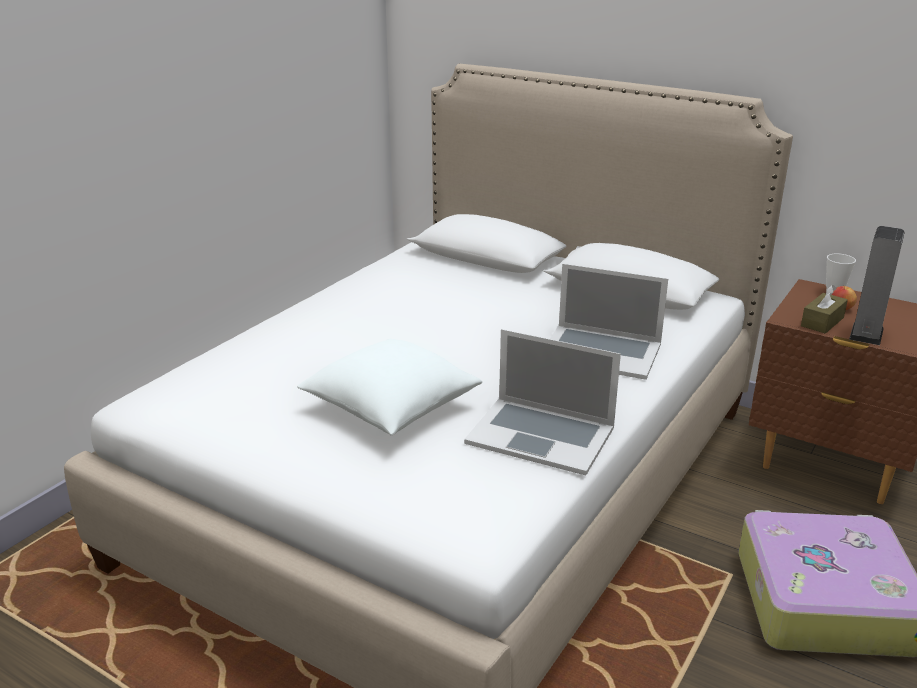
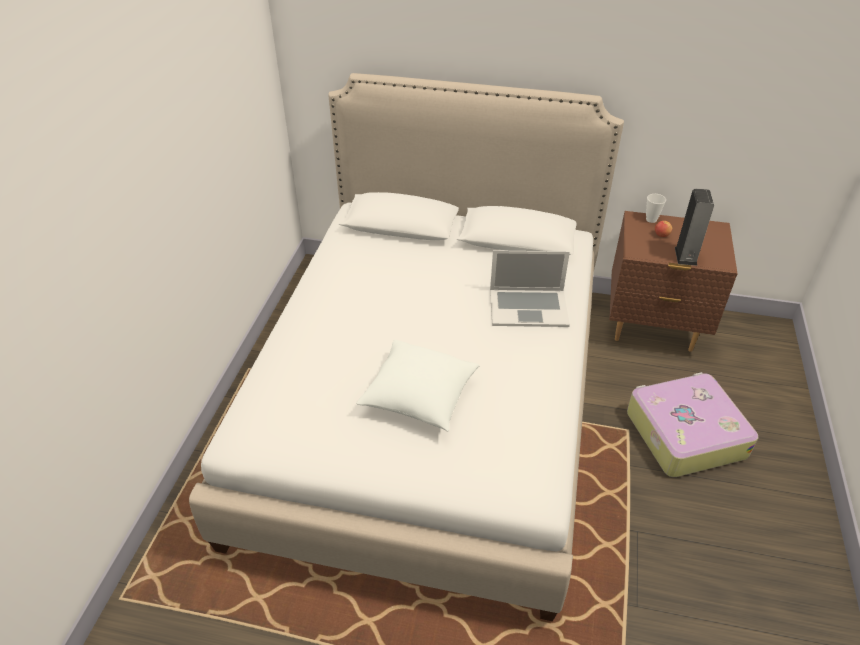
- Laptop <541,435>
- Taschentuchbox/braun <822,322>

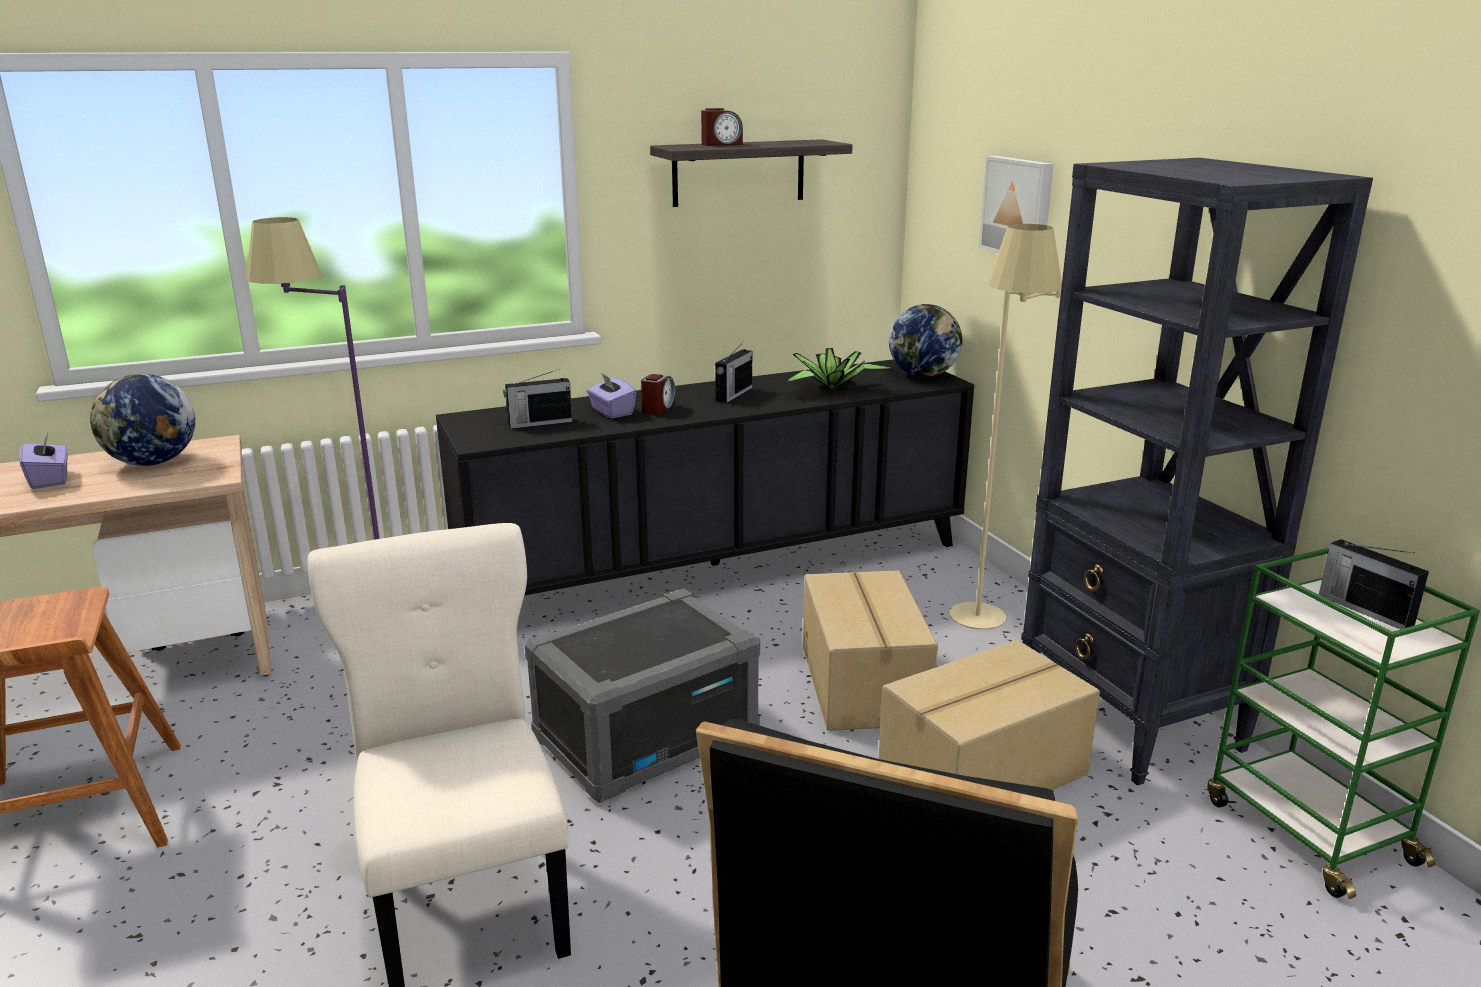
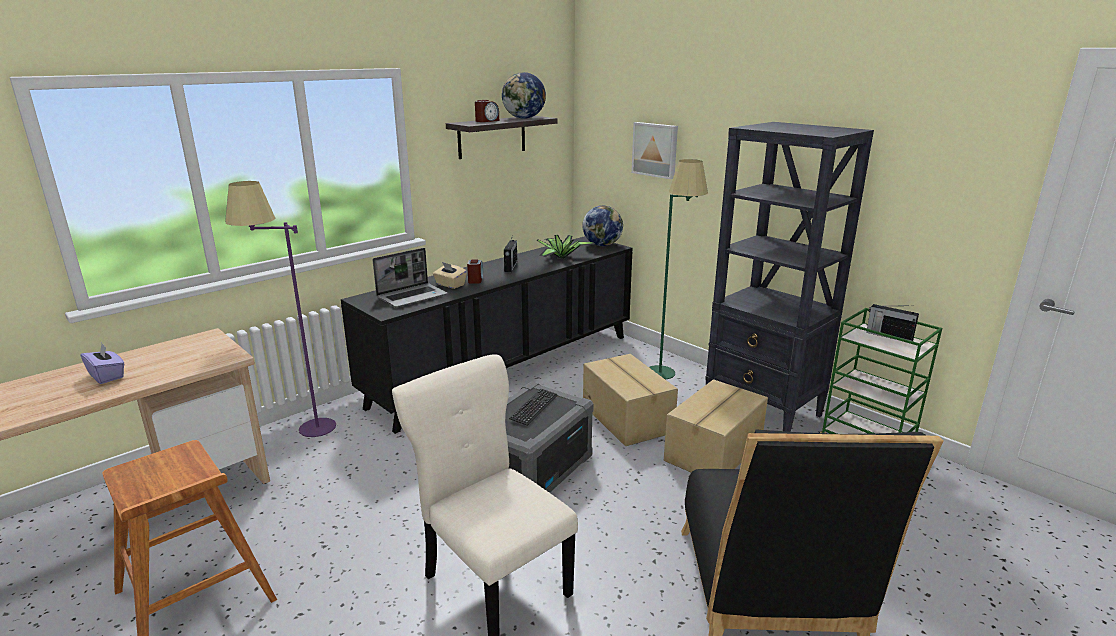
~ Radio <539,423> to Laptop <412,296>
~ Taschentuchbox/lila <611,412> to Taschentuchbox/beige <450,285>
~ Globus <152,463> to <524,118>
+ Tastatur <534,408>
~ Stehlampe/beige <986,628> to Stehlampe/grün <668,378>

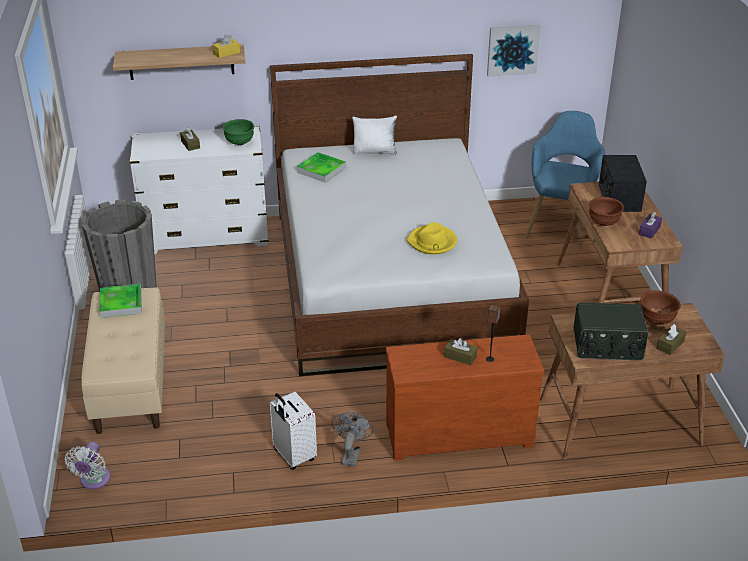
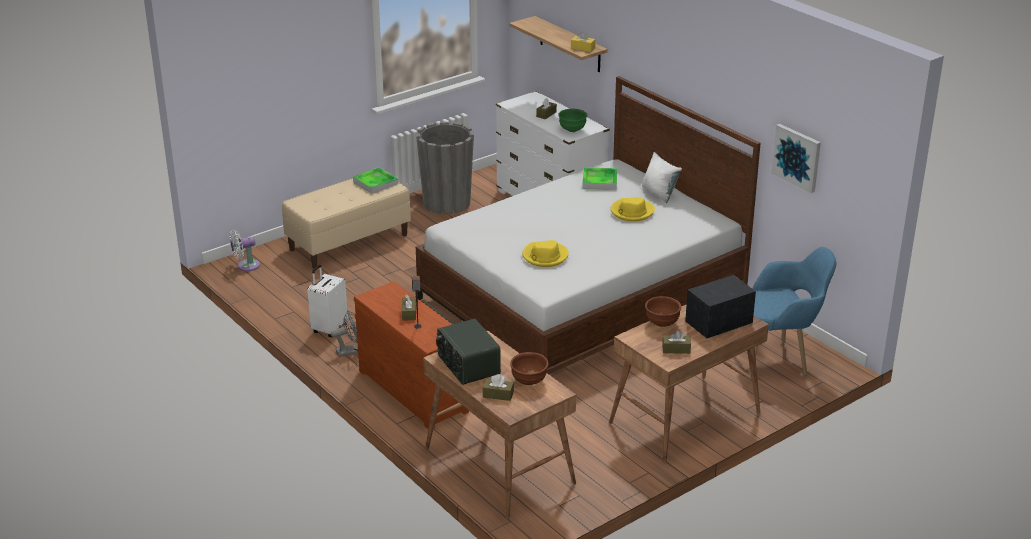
+ Hut/gelb <631,212>
~ Taschentuchbox/lila <649,230> to Taschentuchbox/braun <676,349>

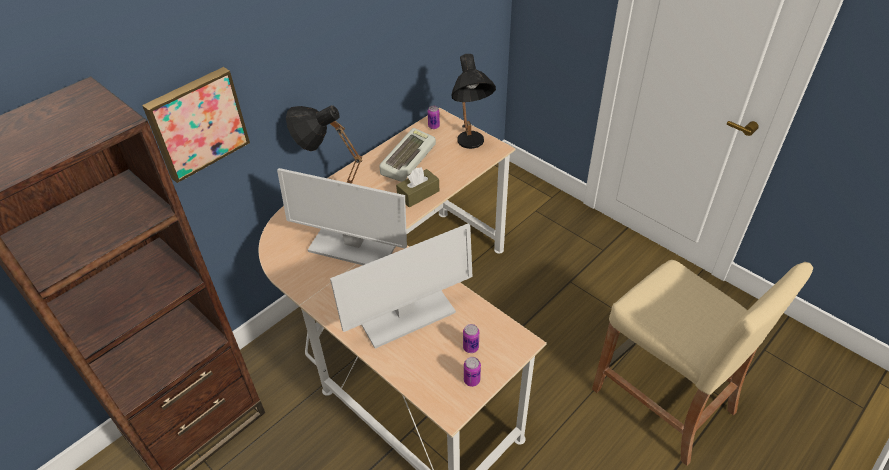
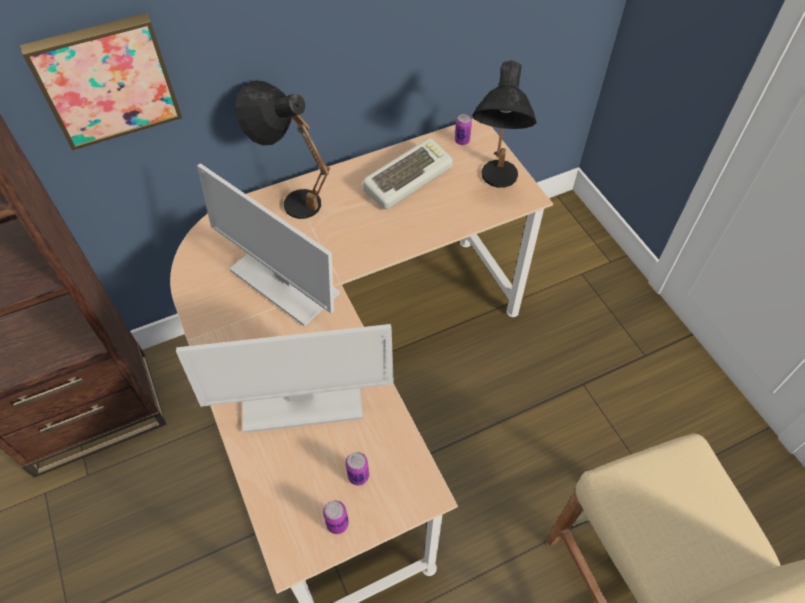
- Taschentuchbox/braun <418,194>

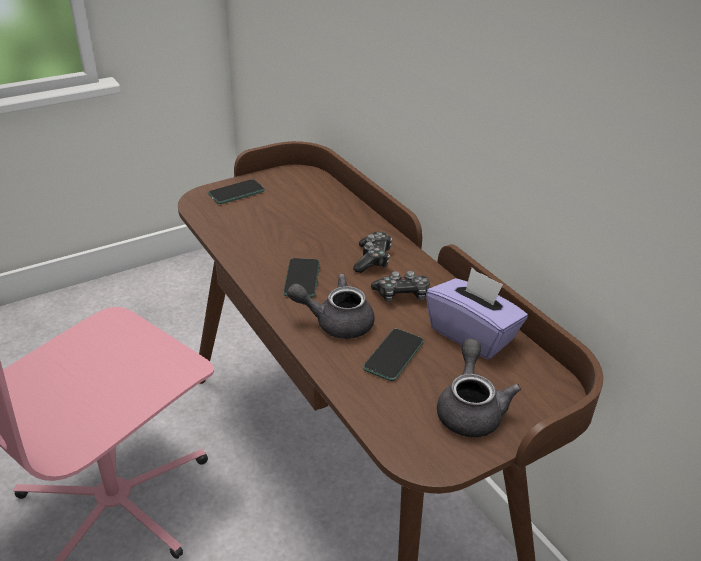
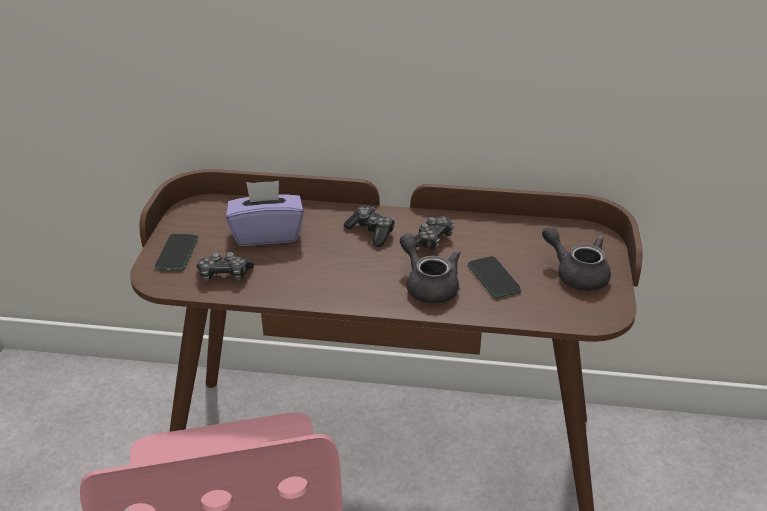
+ Gamepad <224,275>
~ Taschentuchbox/lila <472,334> to <267,234>
~ Teekanne/grau <336,322> = <428,285> 105 degrees clockwise
- Handy <302,279>

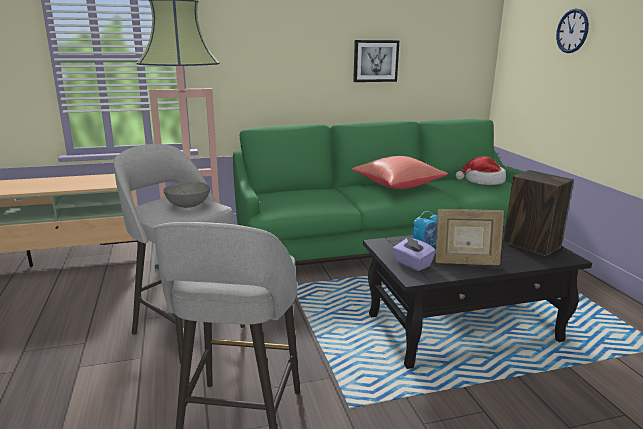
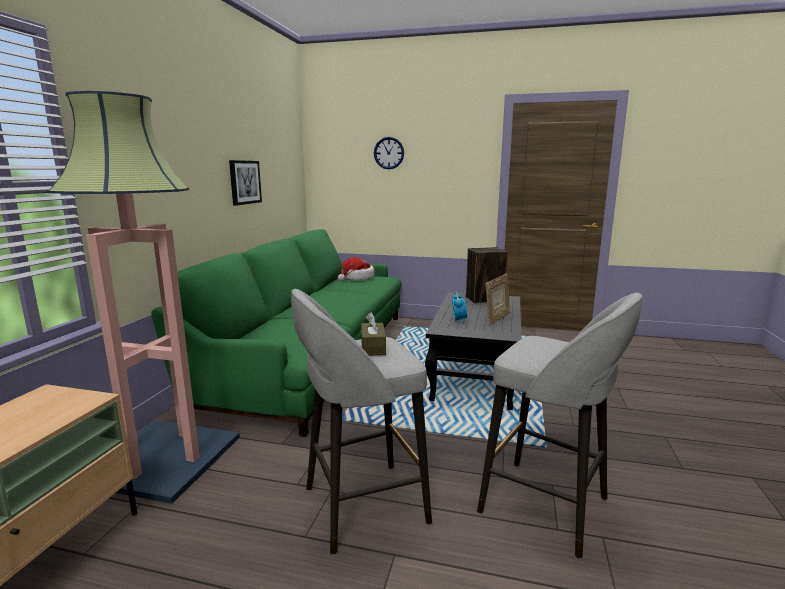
~ Schüssel/grau <188,206> to Taschentuchbox/braun <373,347>
- Kissen/rot <397,185>
- Taschentuchbox/lila <412,264>

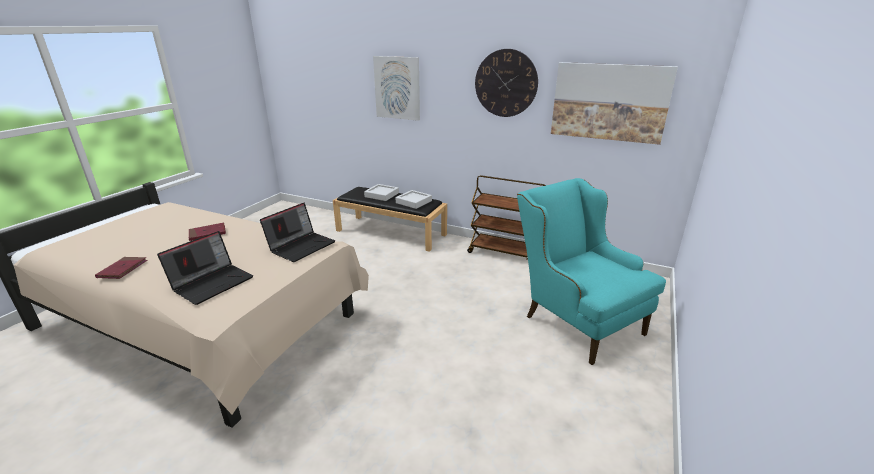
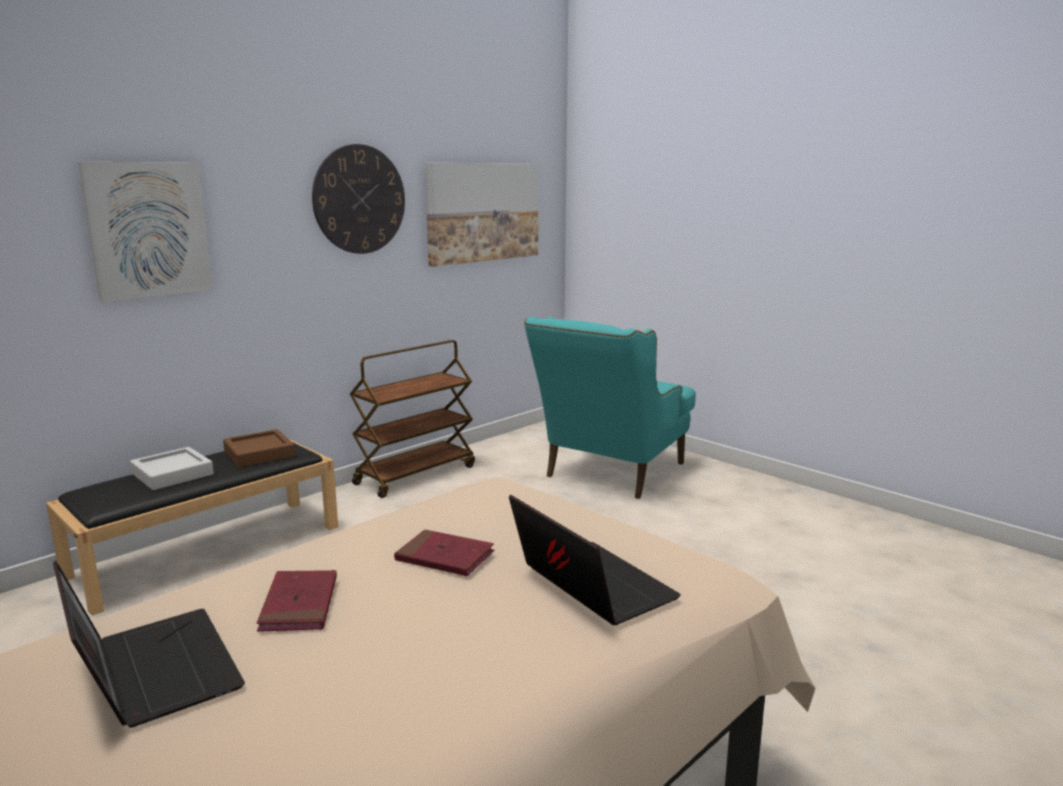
~ Laptop <301,246> to <151,670>
~ Tablett/grau <413,202> to Tablett/braun <259,454>
~ Buch/rot <123,269> to <444,557>
~ Sessel/türkis <575,319> = <609,474> 45 degrees counterclockwise

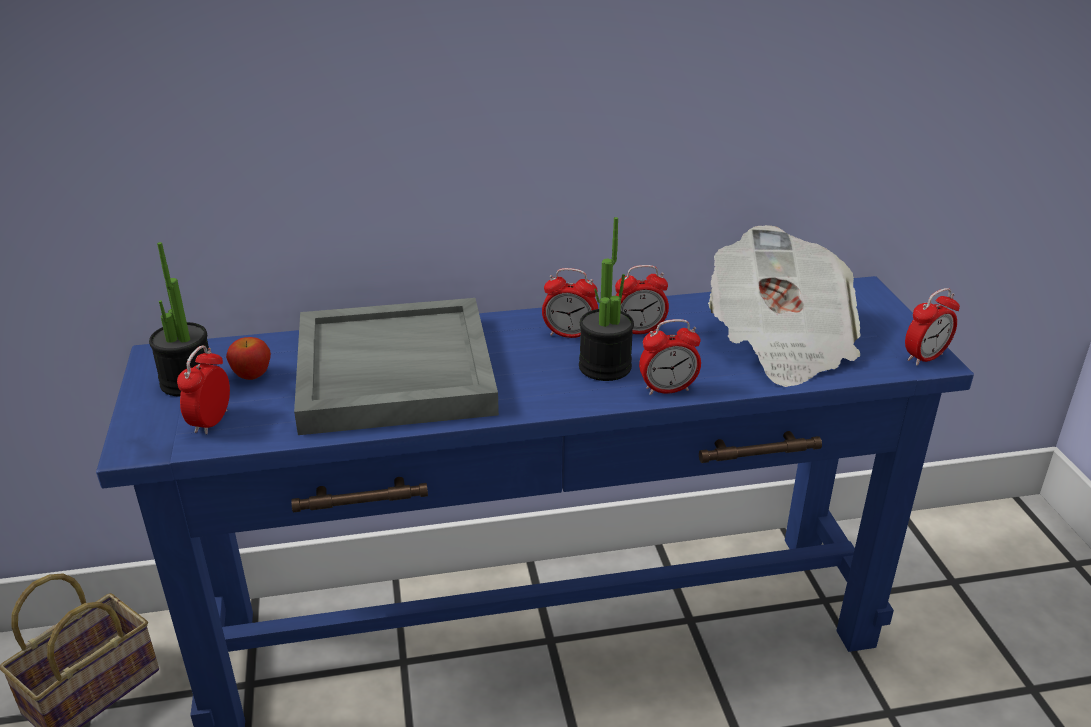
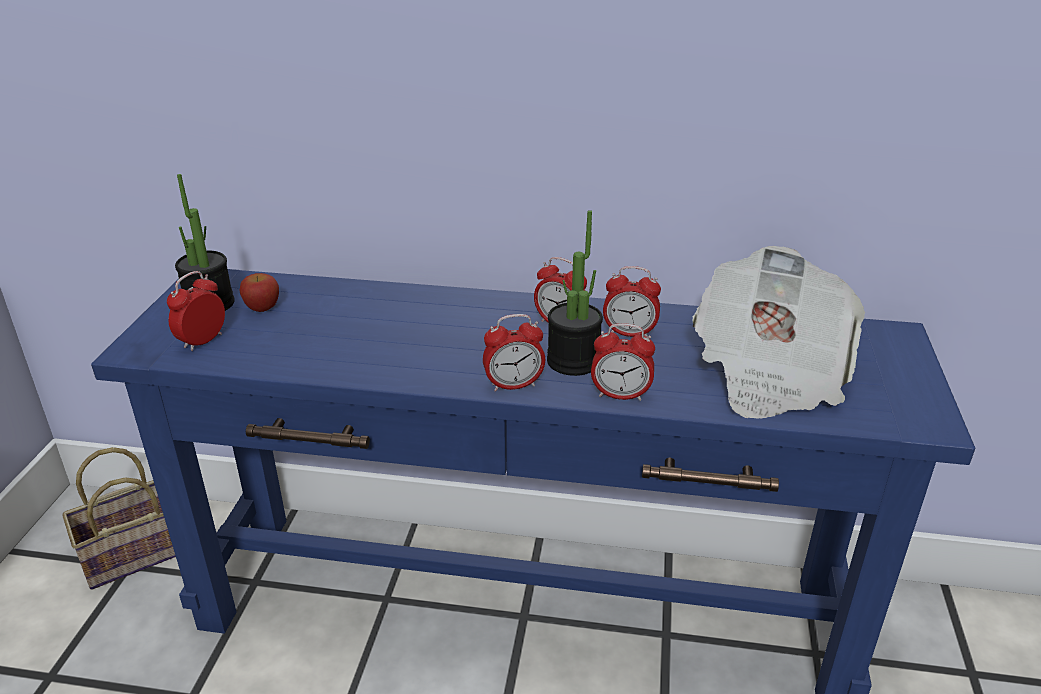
~ Wecker <925,357> to <513,385>
- Tablett/grau <393,373>

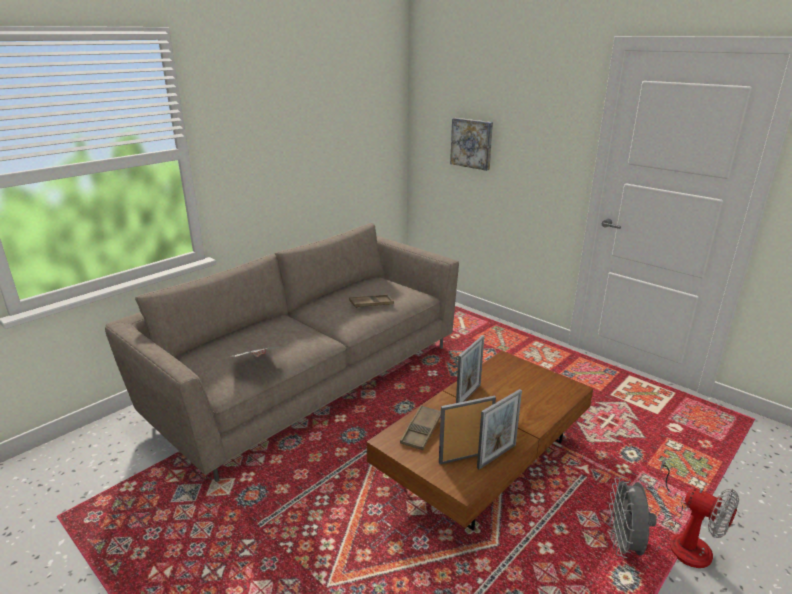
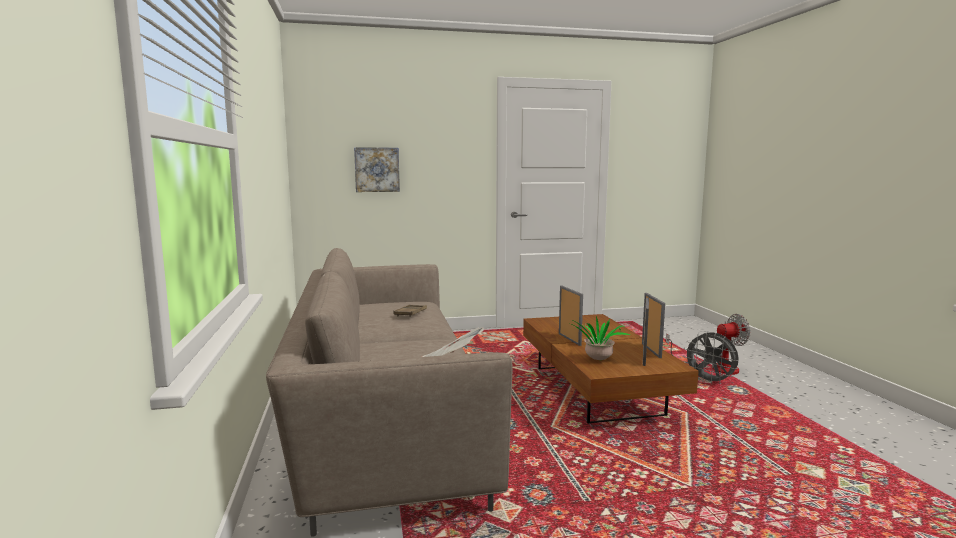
~ Tablett/braun <421,431> to Topfpflanze <598,361>

